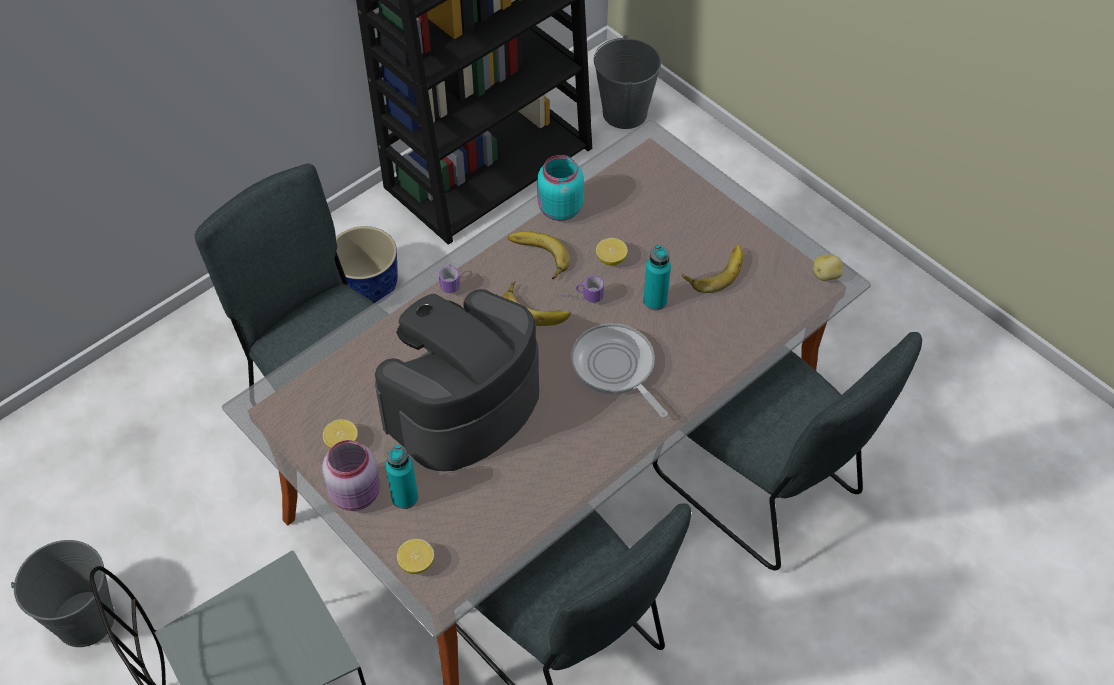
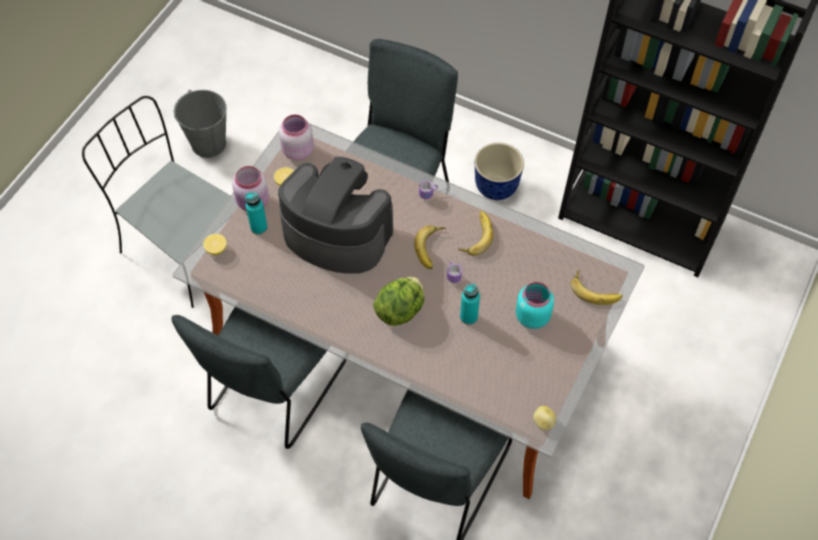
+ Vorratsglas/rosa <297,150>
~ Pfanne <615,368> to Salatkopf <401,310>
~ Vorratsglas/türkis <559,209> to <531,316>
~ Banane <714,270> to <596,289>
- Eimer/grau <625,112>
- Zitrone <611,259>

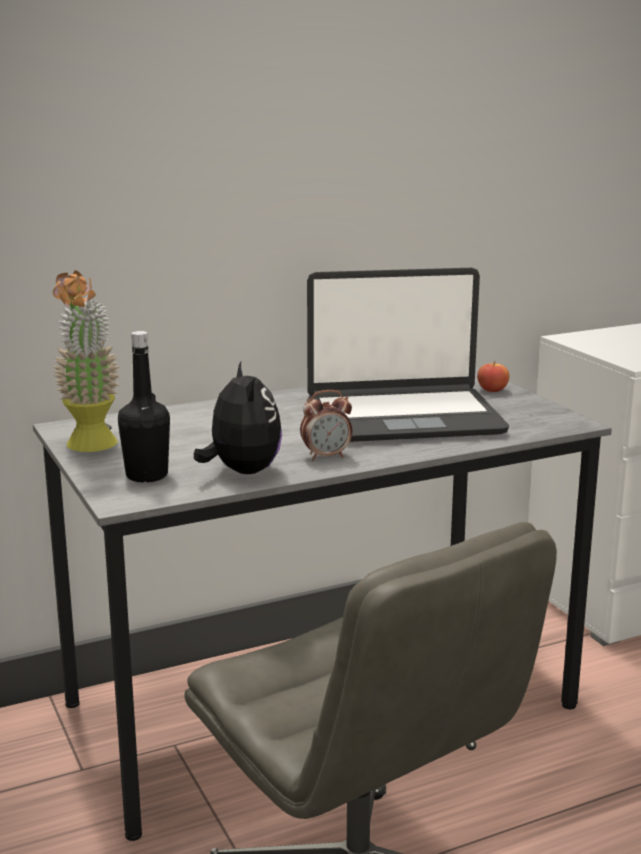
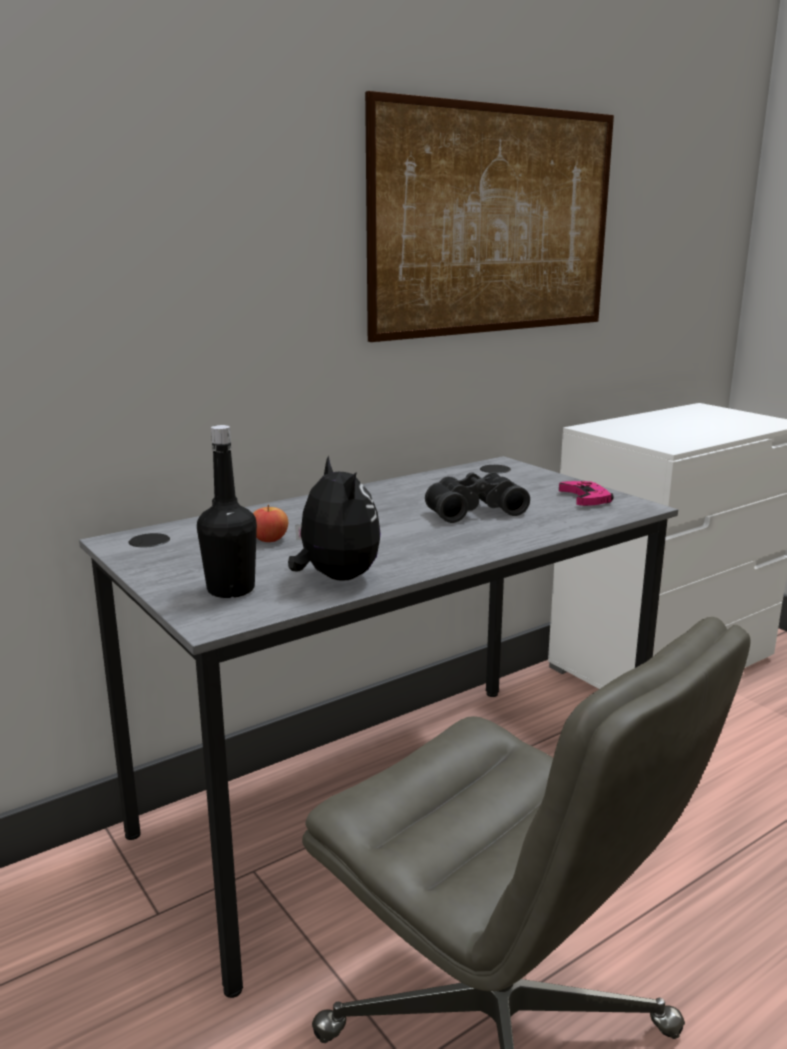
~ Apfel <492,390> to <269,539>
+ Bild <495,222>
~ Laptop <403,417> to Fernglas/schwarz <472,510>
+ Gamepad/rosa <586,498>
- Topfpflanze <91,448>
- Wecker <326,456>

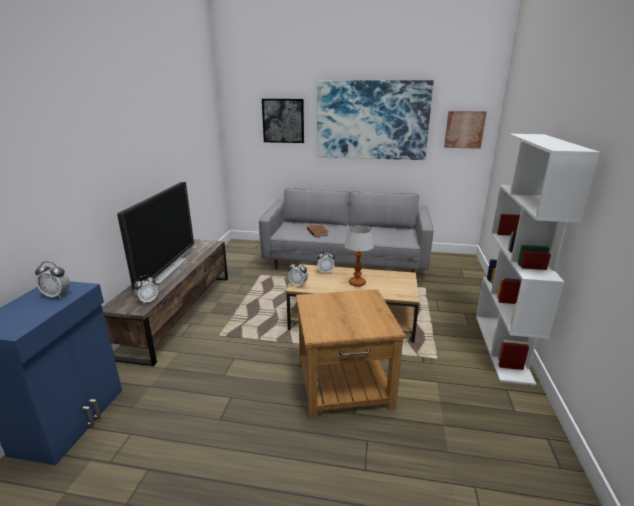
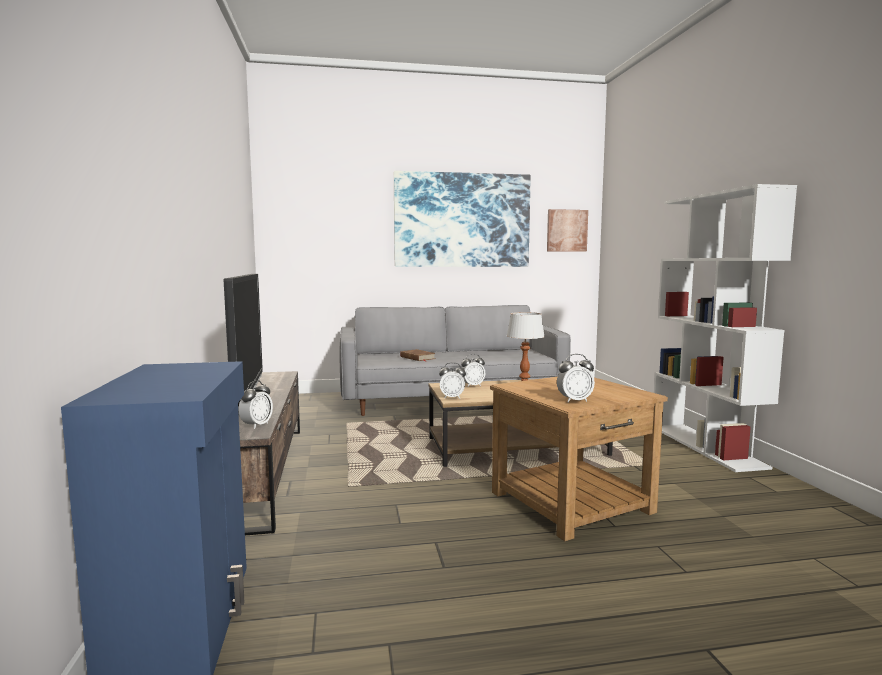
~ Wecker <57,295> to <574,400>
- Bild <283,120>

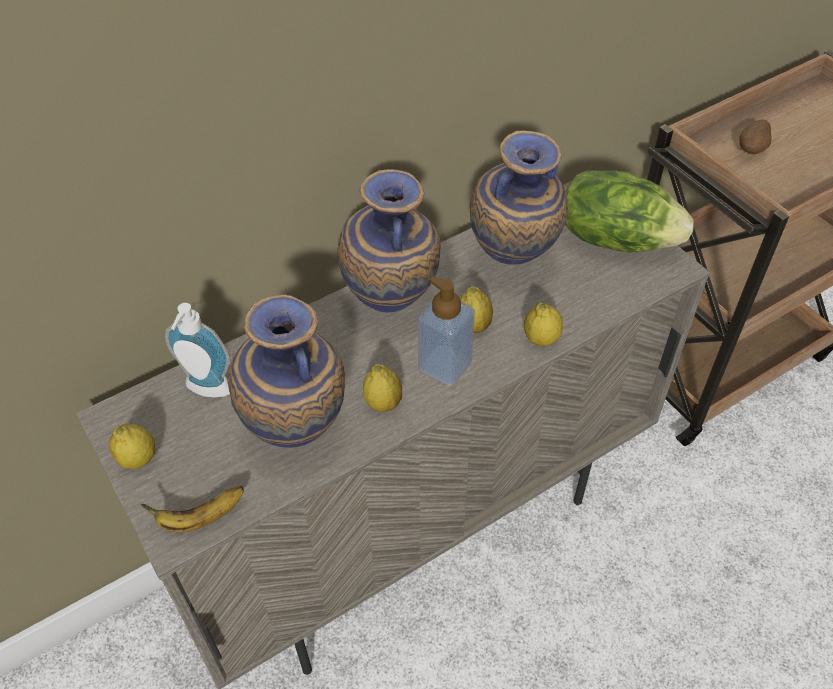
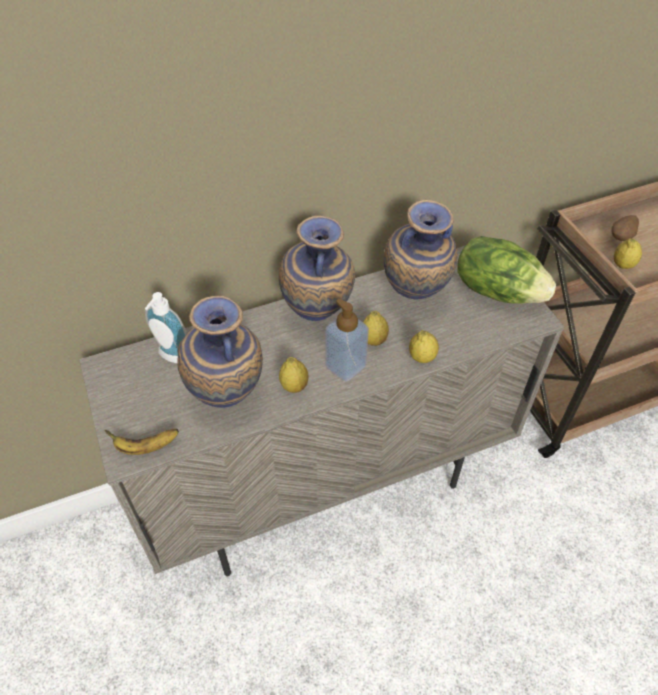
~ Zitrone <138,459> to <623,265>

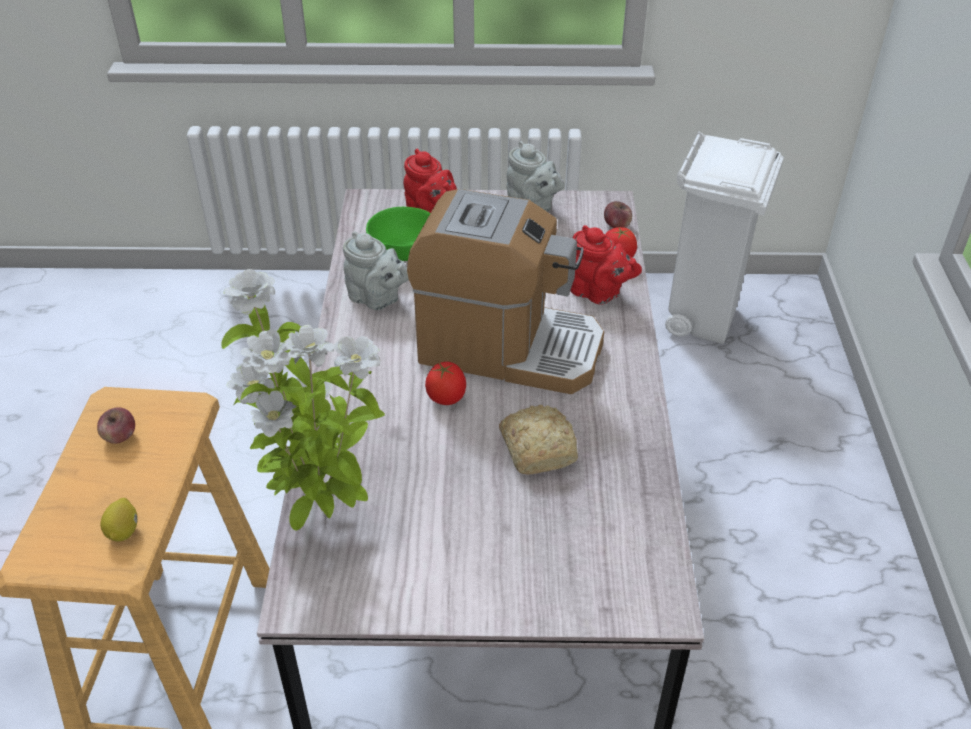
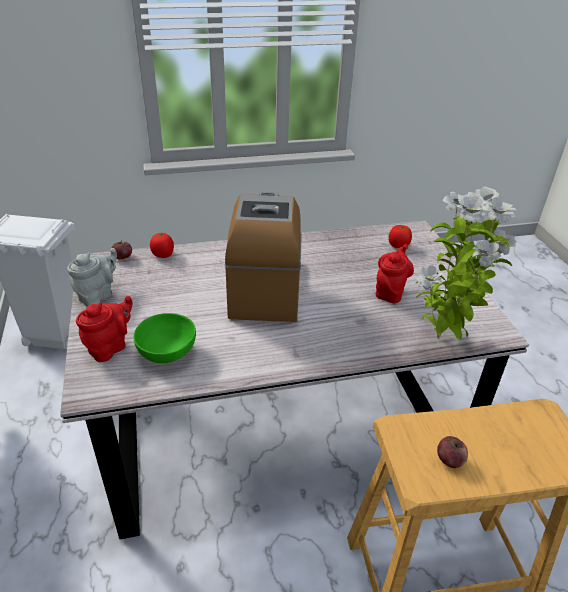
~ Teekanne/rot <598,293> to <390,292>
~ Tomate <446,397> to <398,246>
- Zitrone <124,531>
- Teekanne/grau <377,299>
- Brot <538,448>

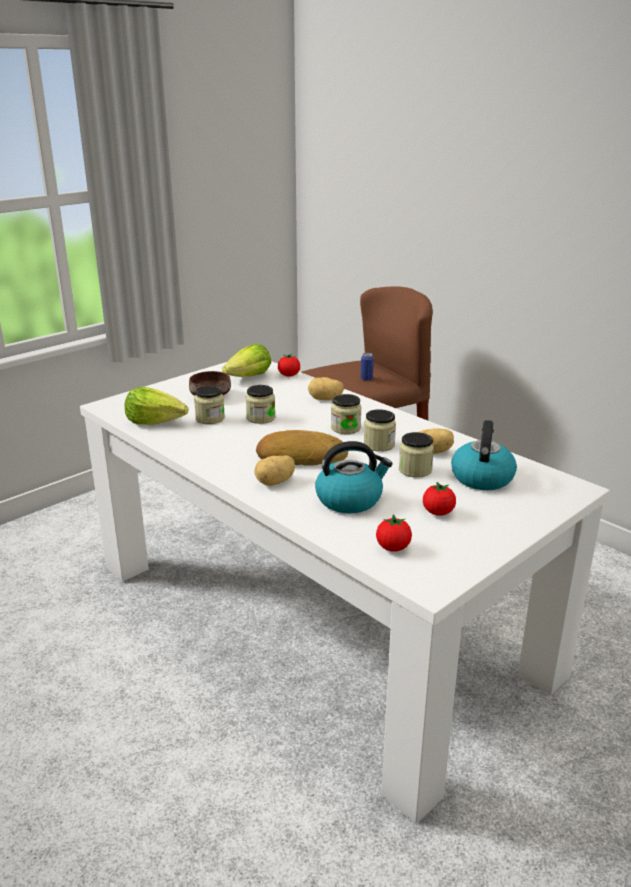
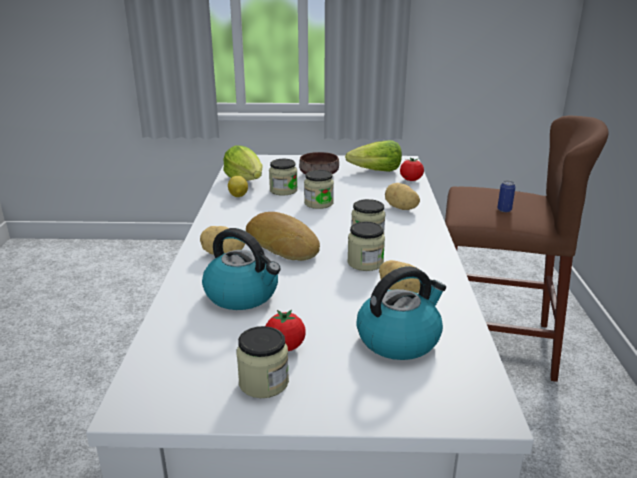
+ Zitrone <238,196>
~ Vorratsglas <415,470> to <263,382>
- Tomate <393,548>

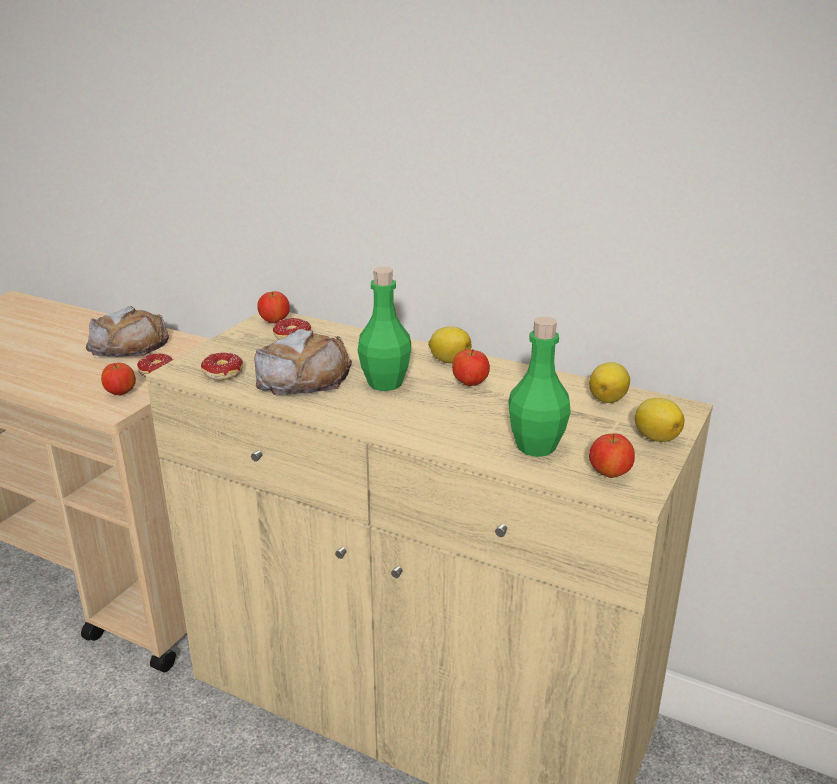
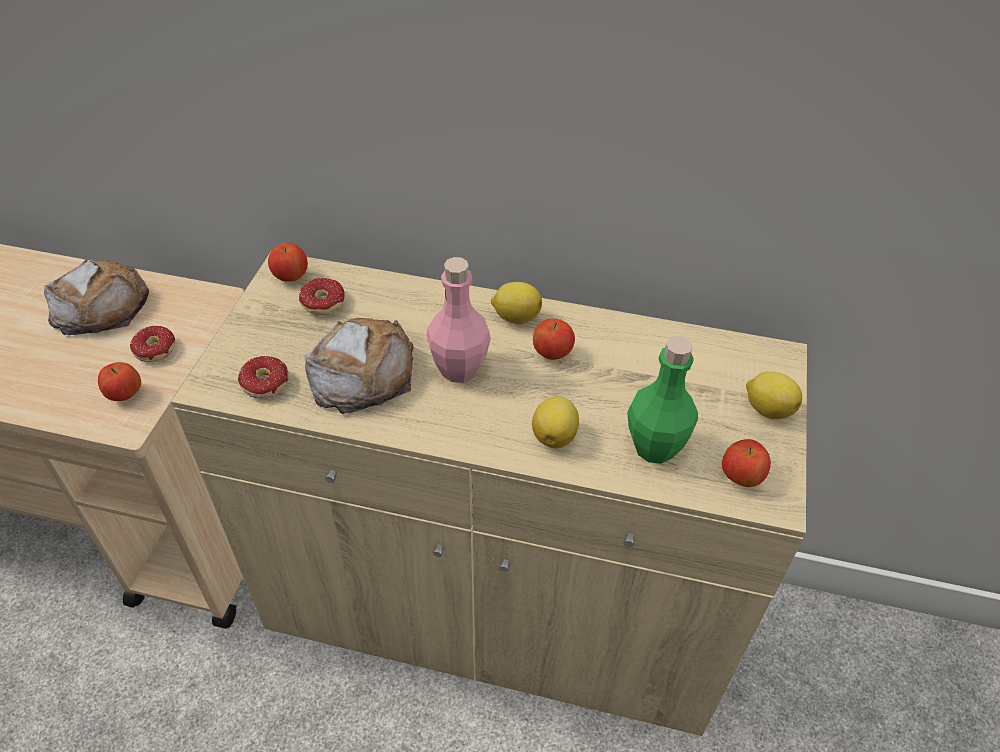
~ Flasche/grün <385,383> to Flasche/rosa <459,369>
~ Zitrone <608,399> to <555,435>

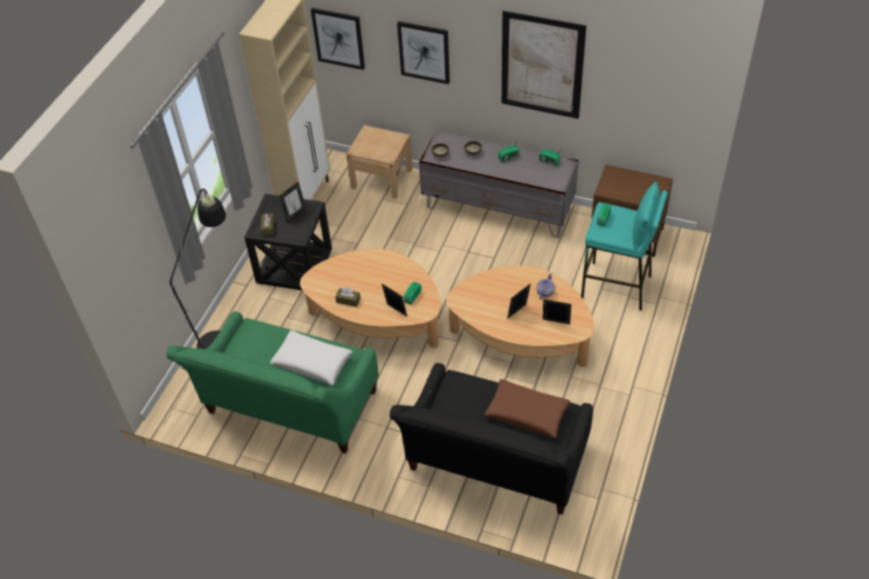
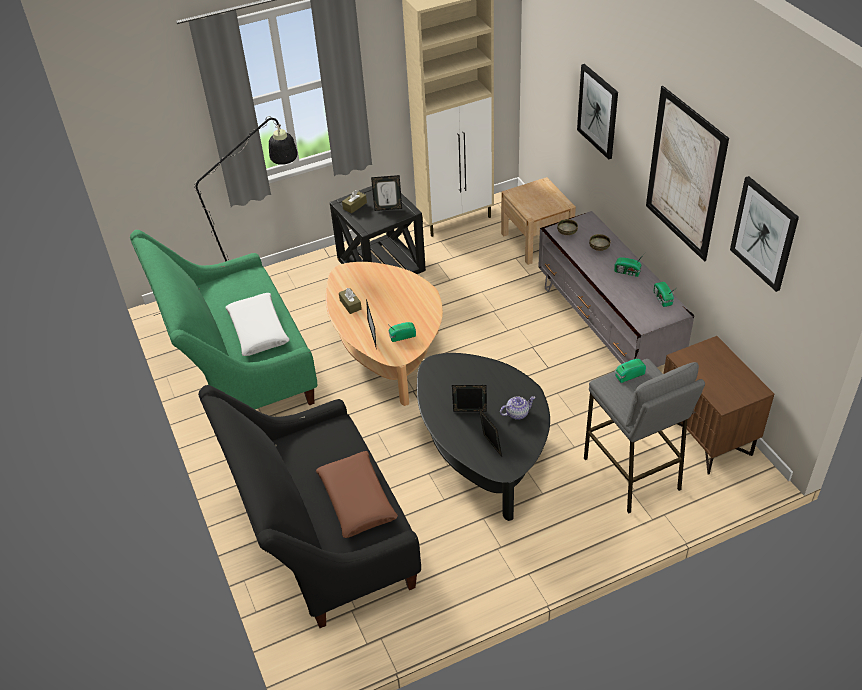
~ Couchtisch/beige <521,338> to Couchtisch/schwarz <483,451>
~ Hocker/türkis <616,286> to Hocker/grau <632,473>
~ Bild <338,38> to <764,233>

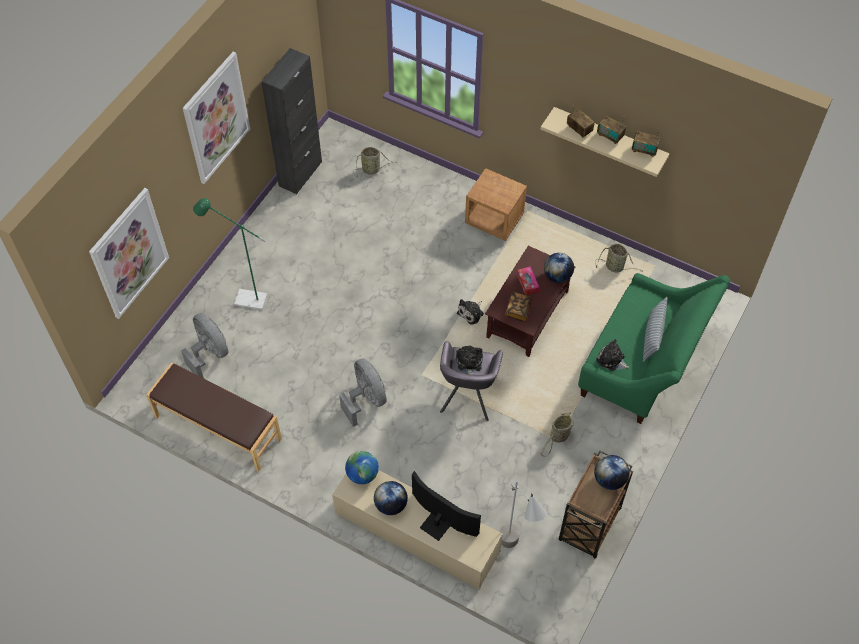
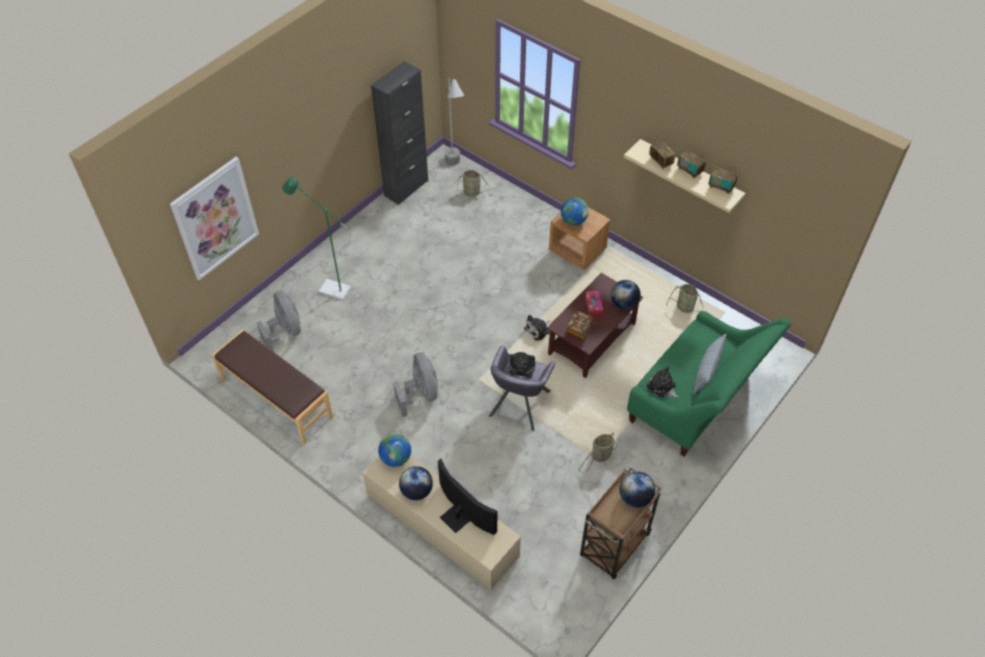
~ Stehlampe/grau <516,553> to <455,168>
+ Globus <573,221>
- Bild <216,118>

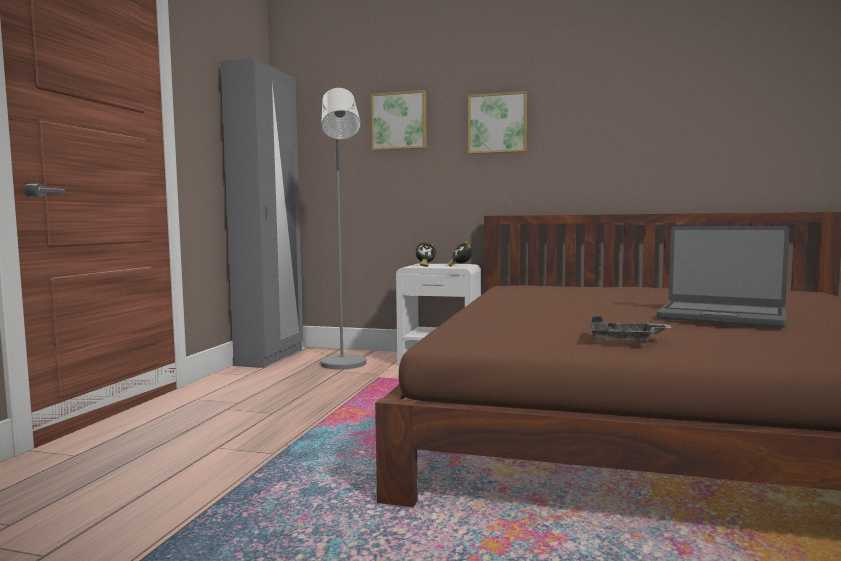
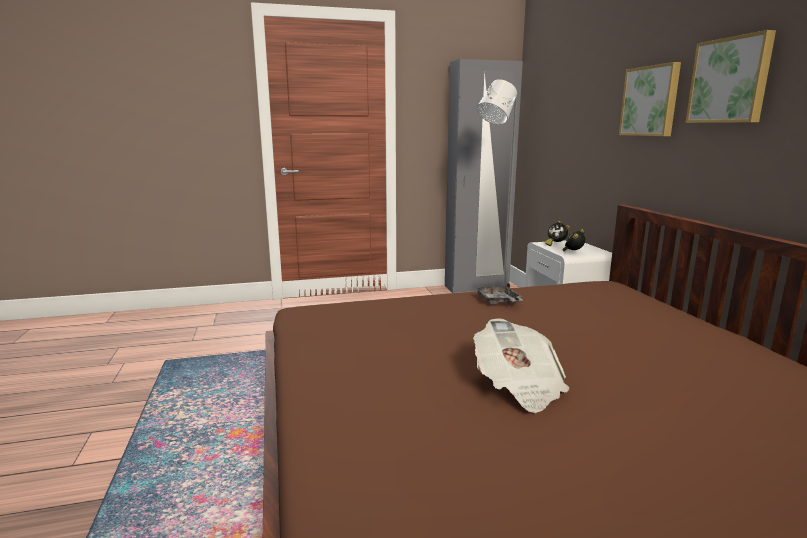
~ Laptop <721,316> to Zeitung <518,386>
~ Tablett/grau <625,341> to <498,301>
~ Bild <399,121> to <730,81>

